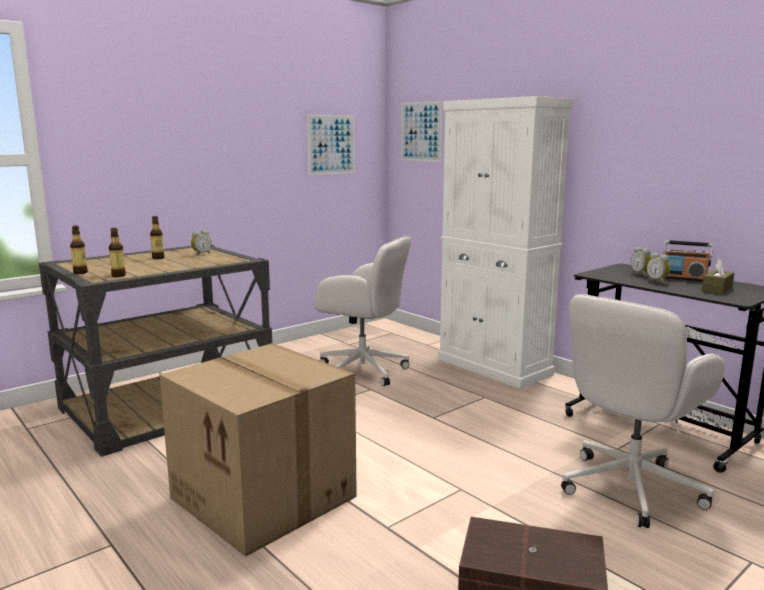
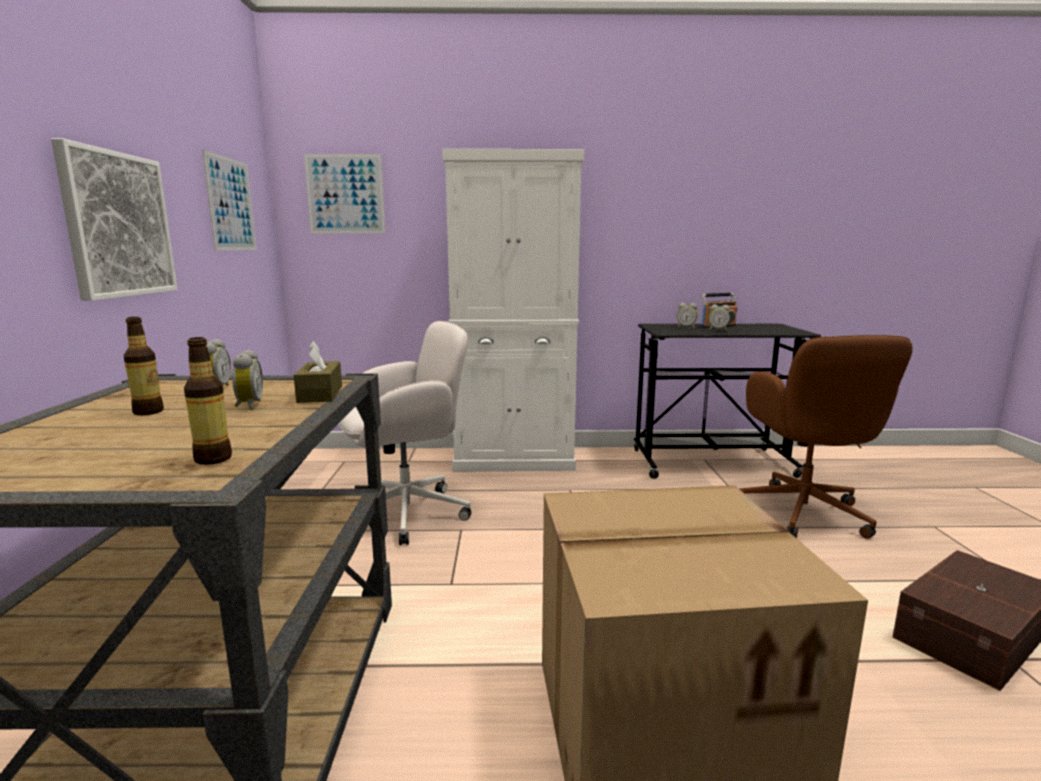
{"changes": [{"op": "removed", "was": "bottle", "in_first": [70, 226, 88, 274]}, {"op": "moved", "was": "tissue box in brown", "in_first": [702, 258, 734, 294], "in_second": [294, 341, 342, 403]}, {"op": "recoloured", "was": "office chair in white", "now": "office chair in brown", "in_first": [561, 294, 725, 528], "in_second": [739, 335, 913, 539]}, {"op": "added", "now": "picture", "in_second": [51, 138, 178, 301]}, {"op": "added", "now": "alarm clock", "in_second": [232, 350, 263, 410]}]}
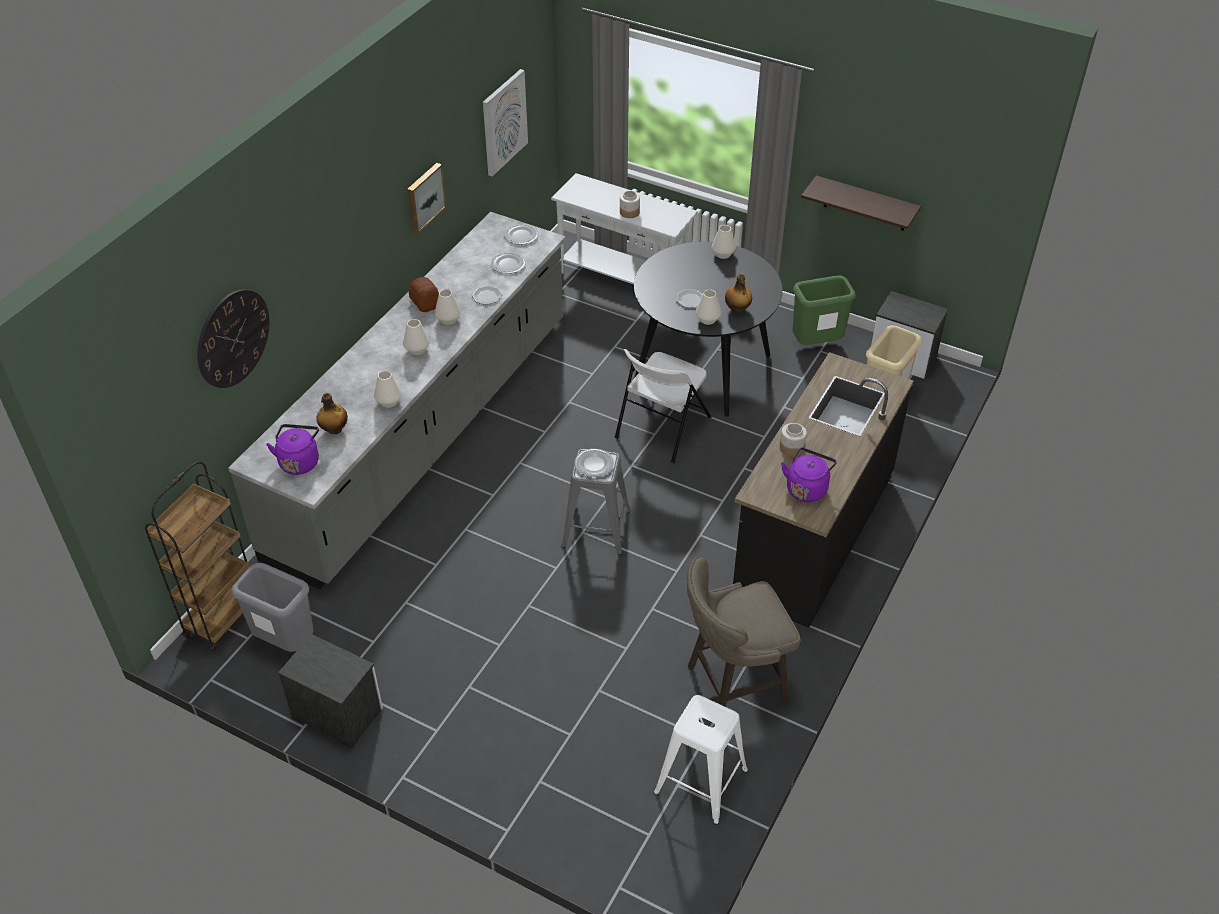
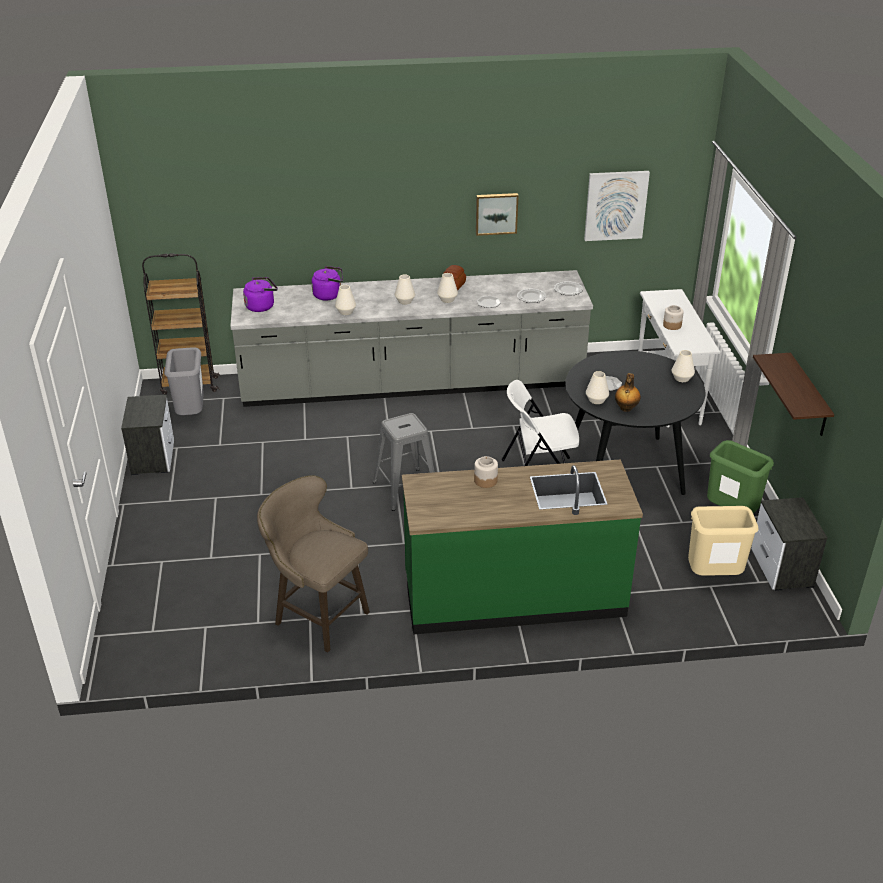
{"changes": [{"op": "removed", "was": "wall clock", "in_first": [197, 289, 270, 388]}, {"op": "recoloured", "was": "counter in black", "now": "counter in green", "in_first": [733, 352, 913, 628], "in_second": [402, 459, 643, 634]}, {"op": "removed", "was": "bottle", "in_first": [316, 393, 348, 434]}, {"op": "moved", "was": "kettle in purple", "in_first": [781, 448, 837, 502], "in_second": [312, 266, 343, 301]}, {"op": "removed", "was": "plate", "in_first": [575, 449, 614, 477]}, {"op": "removed", "was": "stool in white", "in_first": [654, 695, 748, 825]}]}
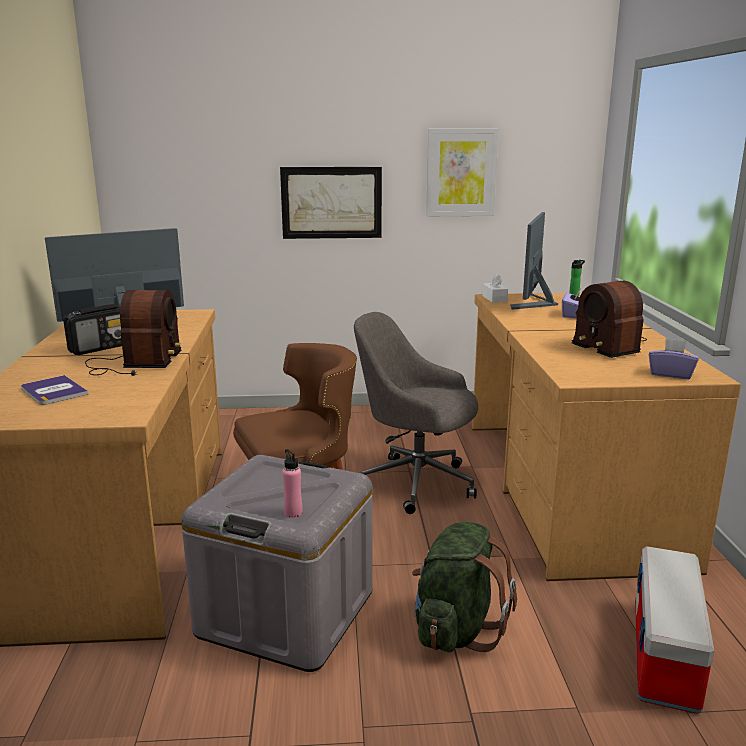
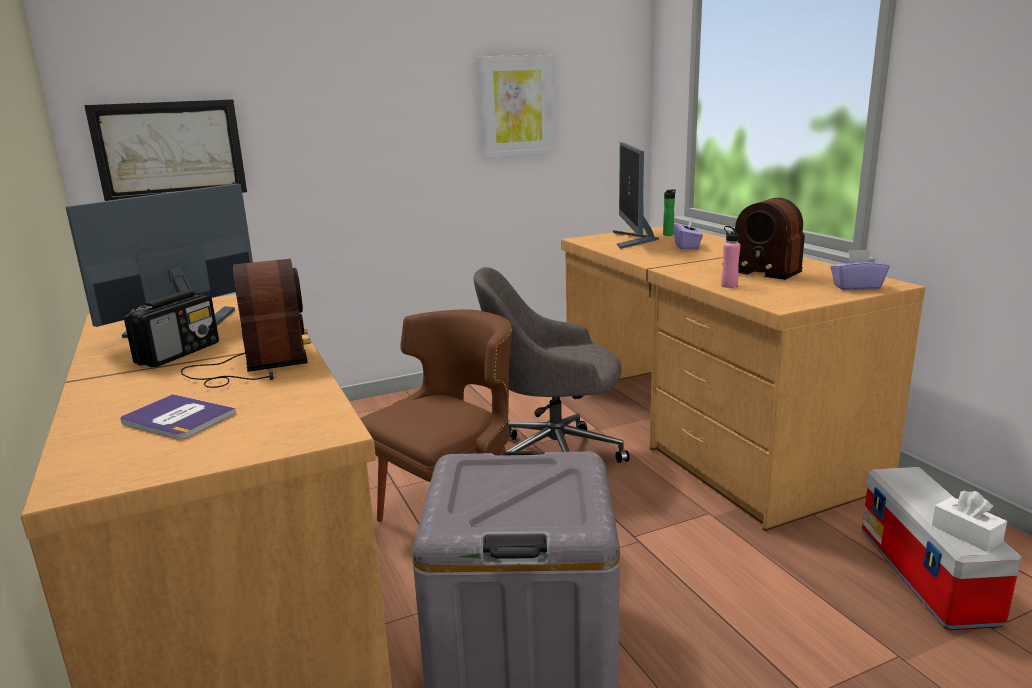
{"changes": [{"op": "moved", "was": "picture", "in_first": [280, 167, 382, 239], "in_second": [84, 99, 247, 201]}, {"op": "moved", "was": "tissue box in white", "in_first": [482, 273, 508, 303], "in_second": [932, 491, 1007, 551]}, {"op": "moved", "was": "bottle in pink", "in_first": [282, 449, 302, 518], "in_second": [721, 226, 740, 288]}, {"op": "removed", "was": "backpack in green", "in_first": [412, 522, 517, 653]}]}
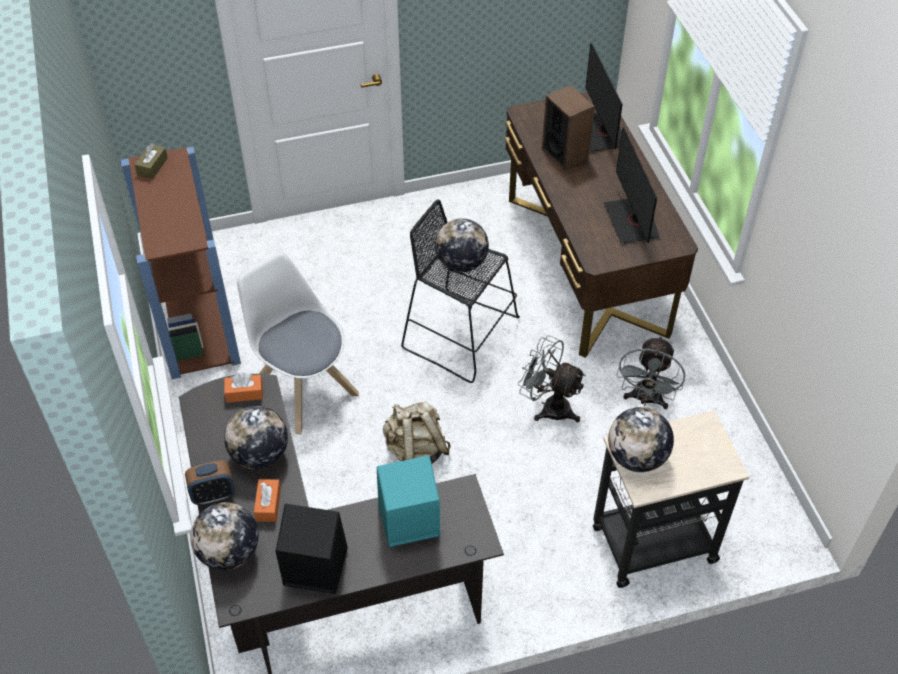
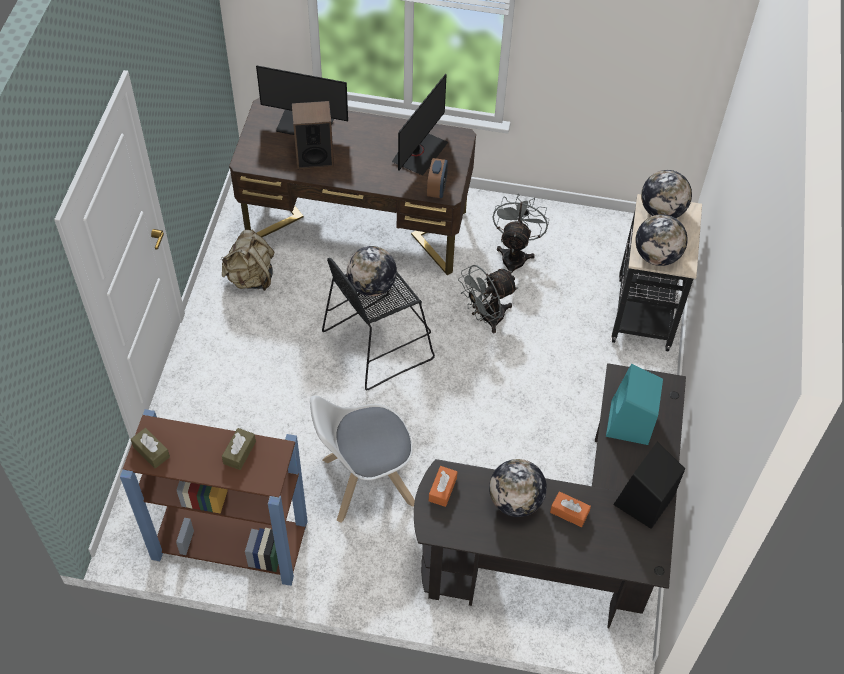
{"changes": [{"op": "turned", "was": "monitor", "in_first": [604, 127, 660, 244], "in_second": [392, 74, 448, 176], "clockwise": -75}, {"op": "turned", "was": "fan in grey", "in_first": [616, 336, 685, 409], "in_second": [492, 194, 549, 275], "clockwise": -120}, {"op": "moved", "was": "backpack in beige", "in_first": [383, 401, 451, 464], "in_second": [221, 230, 274, 291]}, {"op": "moved", "was": "alarm clock", "in_first": [185, 460, 235, 505], "in_second": [427, 158, 448, 198]}, {"op": "moved", "was": "globe", "in_first": [190, 502, 259, 570], "in_second": [641, 170, 692, 218]}, {"op": "added", "now": "tissue box in brown", "in_second": [222, 428, 256, 470]}]}
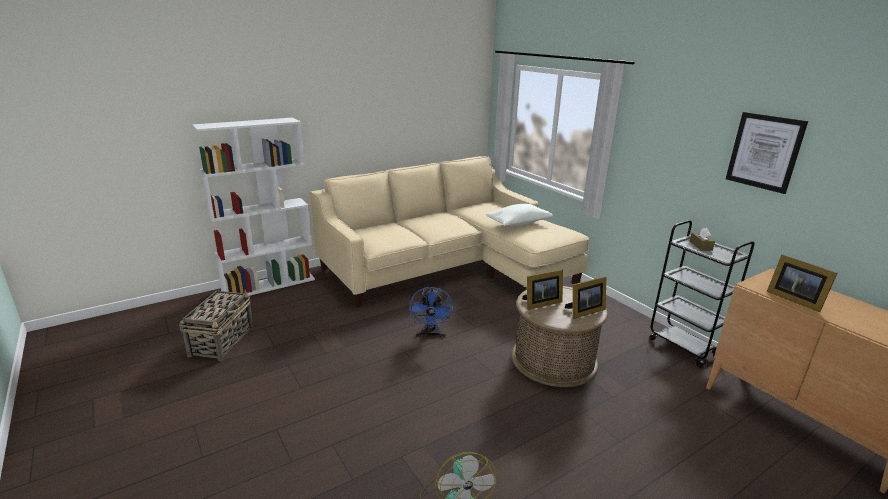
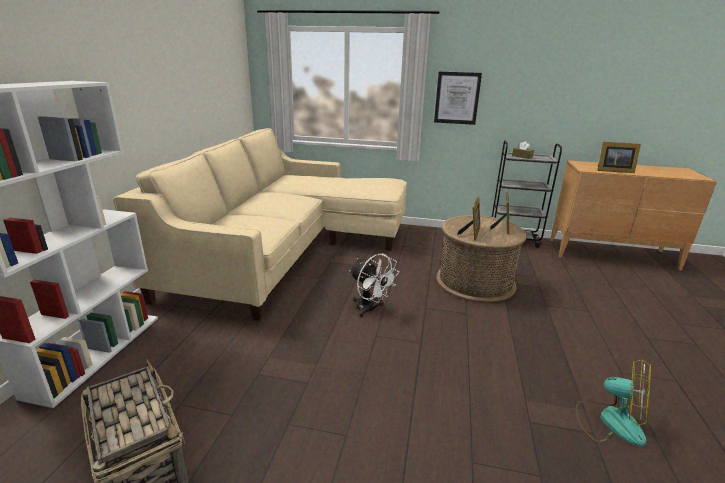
{"changes": [{"op": "moved", "was": "picture", "in_first": [726, 112, 808, 194], "in_second": [434, 72, 482, 125]}, {"op": "removed", "was": "pillow in white", "in_first": [486, 204, 553, 226]}, {"op": "recoloured", "was": "fan in blue", "now": "fan in white", "in_first": [409, 287, 453, 338], "in_second": [350, 254, 399, 317]}]}
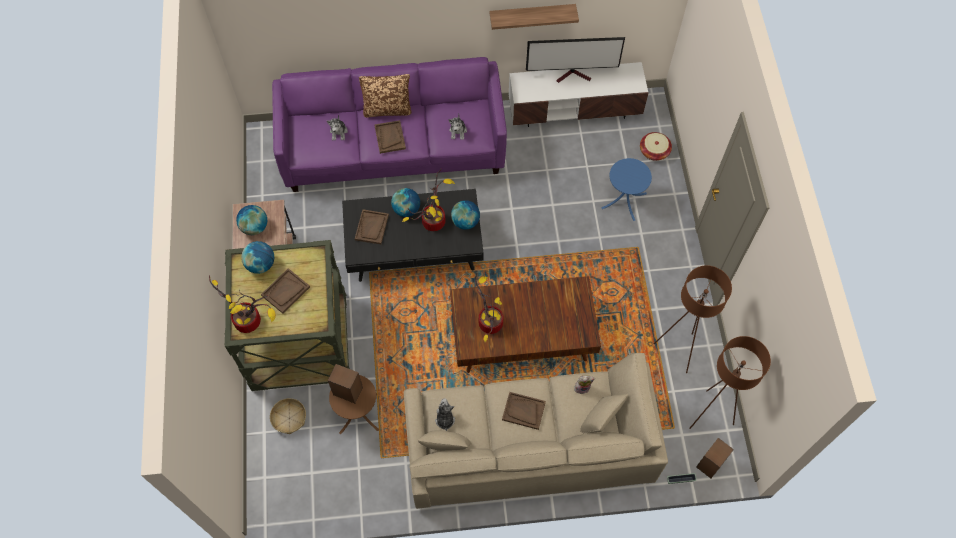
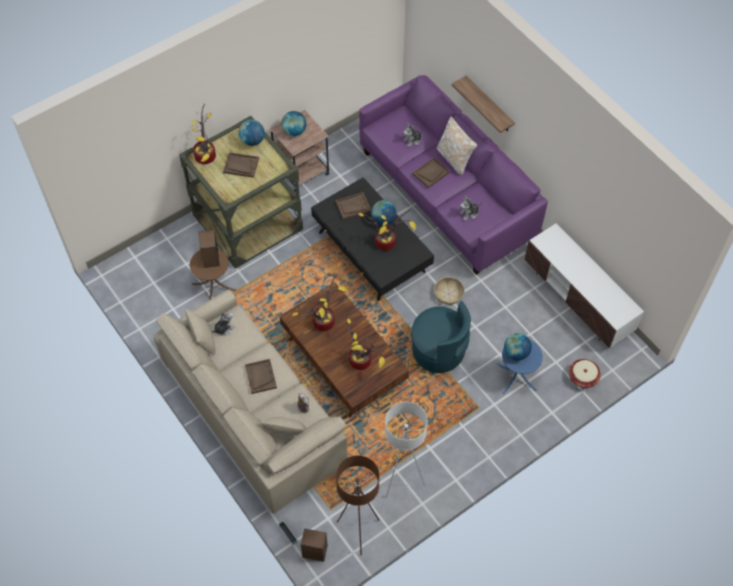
{"changes": [{"op": "moved", "was": "shelf", "in_first": [490, 4, 579, 30], "in_second": [452, 75, 515, 133]}, {"op": "removed", "was": "television", "in_first": [526, 37, 625, 83]}, {"op": "recoloured", "was": "pillow in brown", "now": "pillow in white", "in_first": [359, 74, 412, 118], "in_second": [437, 117, 477, 175]}, {"op": "moved", "was": "globe", "in_first": [451, 200, 480, 230], "in_second": [504, 333, 532, 360]}, {"op": "recoloured", "was": "floor lamp in brown", "now": "floor lamp in white", "in_first": [654, 265, 732, 373], "in_second": [385, 402, 428, 498]}, {"op": "moved", "was": "basket", "in_first": [270, 398, 306, 434], "in_second": [434, 277, 464, 306]}, {"op": "added", "now": "armchair in turquoise", "in_second": [411, 300, 471, 373]}, {"op": "added", "now": "potted plant", "in_second": [346, 314, 385, 370]}]}
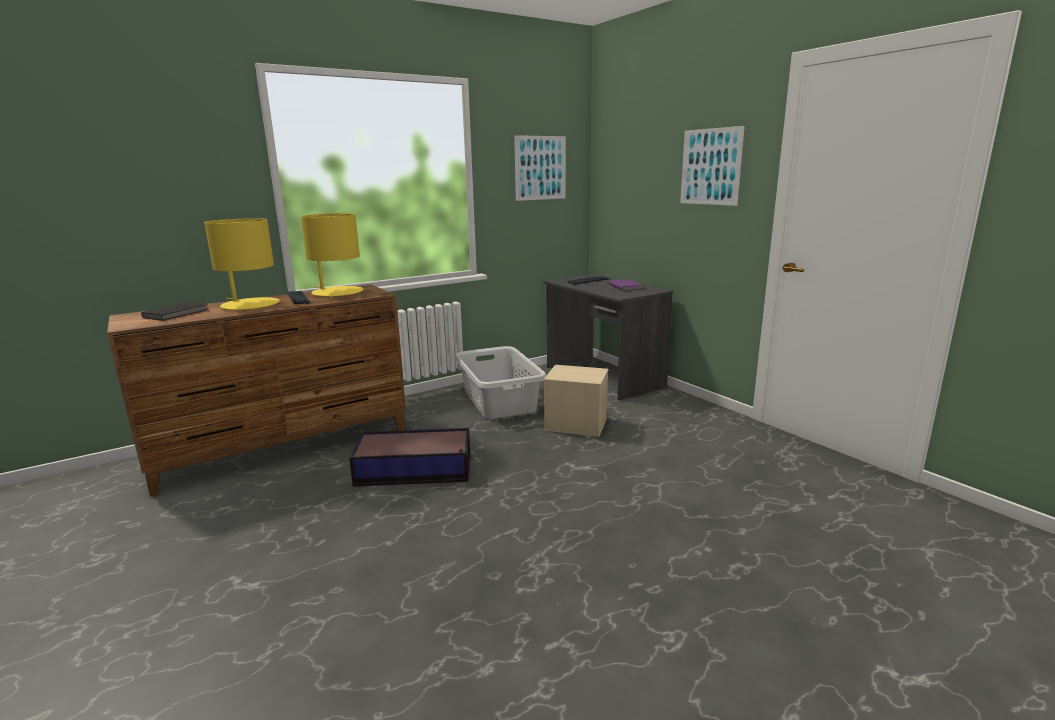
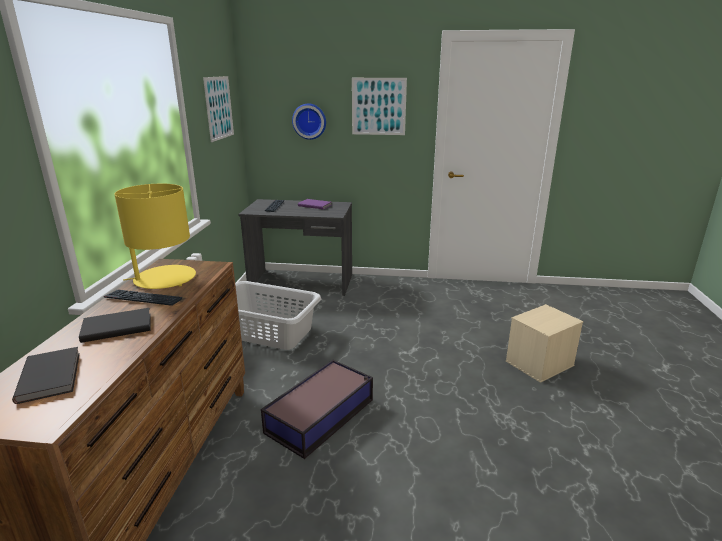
{"changes": [{"op": "replaced", "was": "table lamp in yellow", "now": "book in black", "in_first": [204, 218, 280, 312], "in_second": [79, 308, 151, 343]}, {"op": "moved", "was": "storage box in beige", "in_first": [544, 365, 609, 437], "in_second": [506, 304, 583, 383]}, {"op": "added", "now": "wall clock", "in_second": [292, 103, 326, 140]}]}
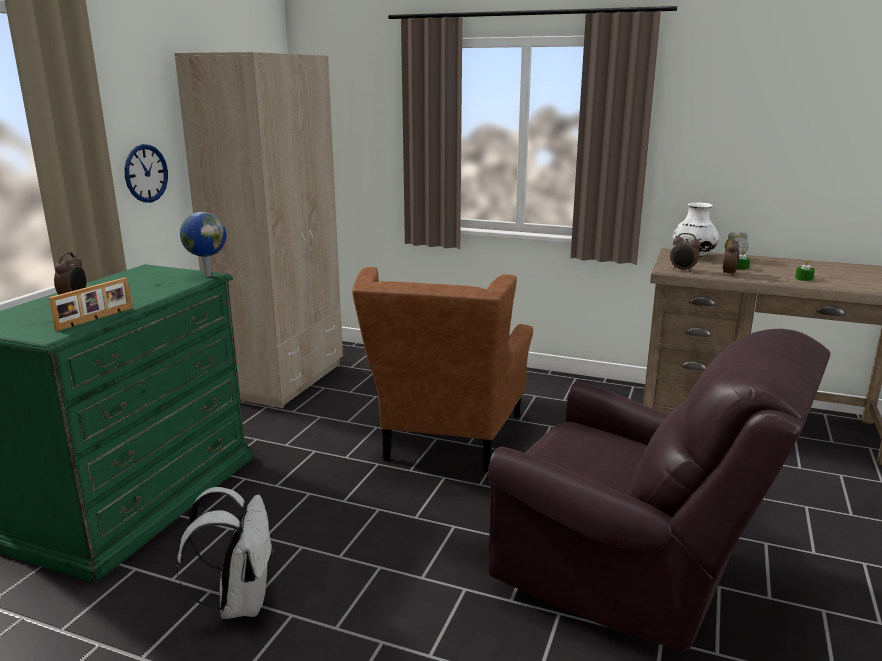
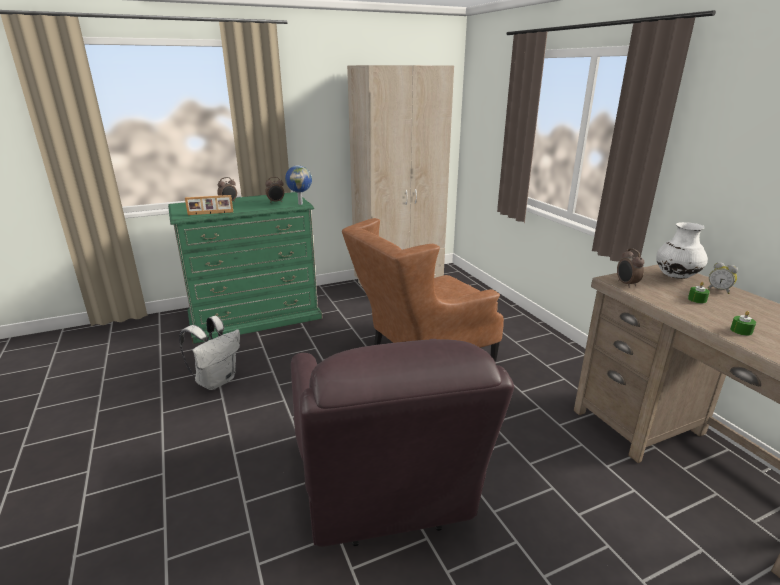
{"changes": [{"op": "removed", "was": "wall clock", "in_first": [125, 144, 168, 202]}, {"op": "moved", "was": "alarm clock", "in_first": [722, 236, 739, 276], "in_second": [265, 177, 284, 203]}]}
